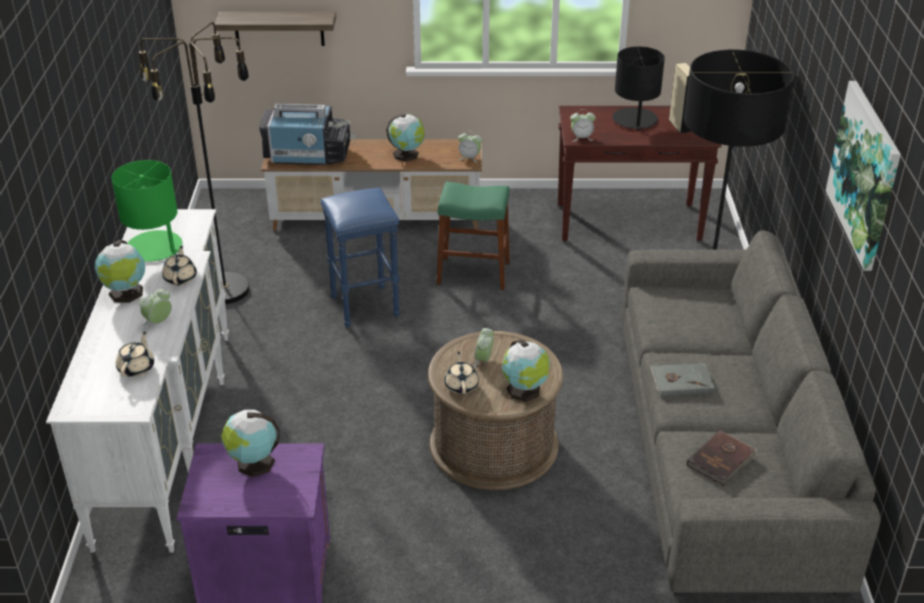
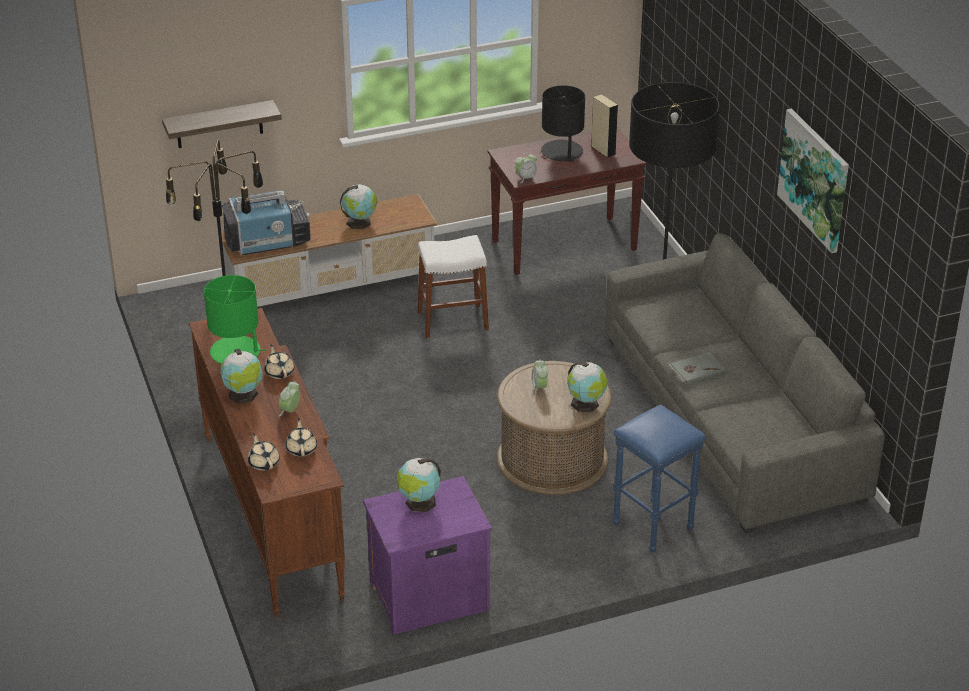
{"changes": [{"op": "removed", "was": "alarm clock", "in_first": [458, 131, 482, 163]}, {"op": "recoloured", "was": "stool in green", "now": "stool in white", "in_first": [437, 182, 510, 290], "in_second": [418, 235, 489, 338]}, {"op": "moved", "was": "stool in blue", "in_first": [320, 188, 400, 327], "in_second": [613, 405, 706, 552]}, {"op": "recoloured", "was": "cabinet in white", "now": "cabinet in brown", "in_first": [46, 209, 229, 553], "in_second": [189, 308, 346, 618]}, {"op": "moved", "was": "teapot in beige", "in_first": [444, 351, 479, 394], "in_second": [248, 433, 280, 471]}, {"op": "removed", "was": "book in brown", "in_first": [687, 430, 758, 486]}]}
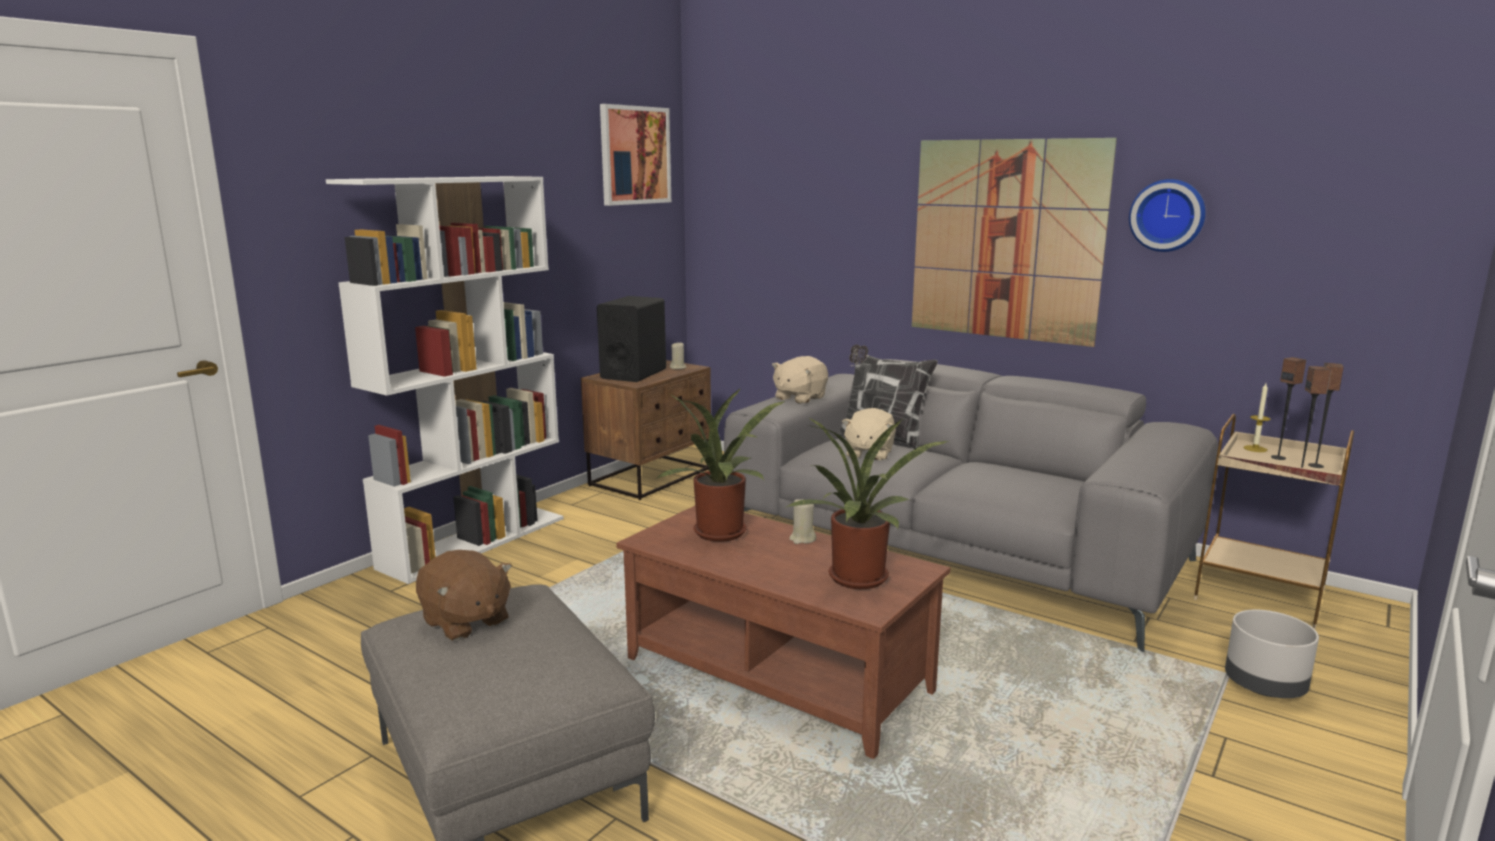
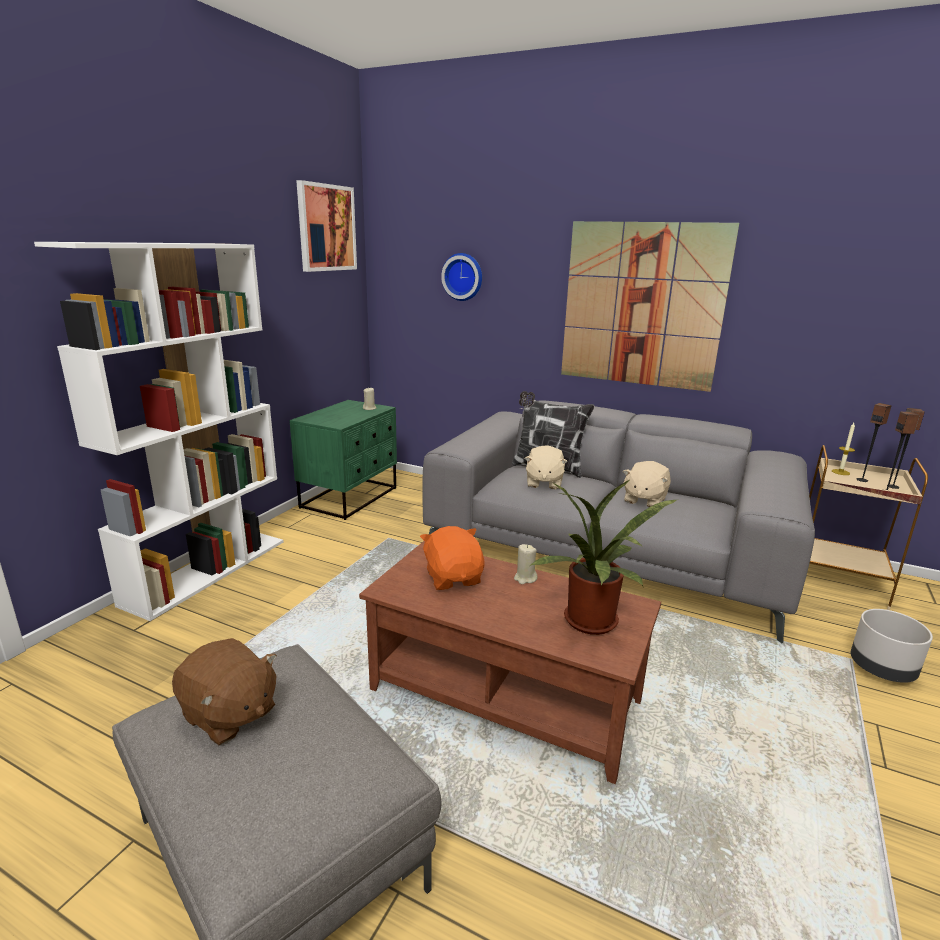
{"changes": [{"op": "moved", "was": "wall clock", "in_first": [1129, 179, 1205, 252], "in_second": [441, 253, 482, 301]}, {"op": "removed", "was": "speaker in black", "in_first": [597, 296, 666, 382]}, {"op": "moved", "was": "plush toy in beige", "in_first": [772, 356, 828, 404], "in_second": [623, 461, 671, 507]}, {"op": "recoloured", "was": "nightstand in brown", "now": "nightstand in green", "in_first": [581, 360, 711, 500], "in_second": [290, 400, 397, 520]}, {"op": "replaced", "was": "potted plant", "now": "plush toy in orange", "in_first": [655, 388, 785, 542], "in_second": [420, 526, 485, 590]}]}
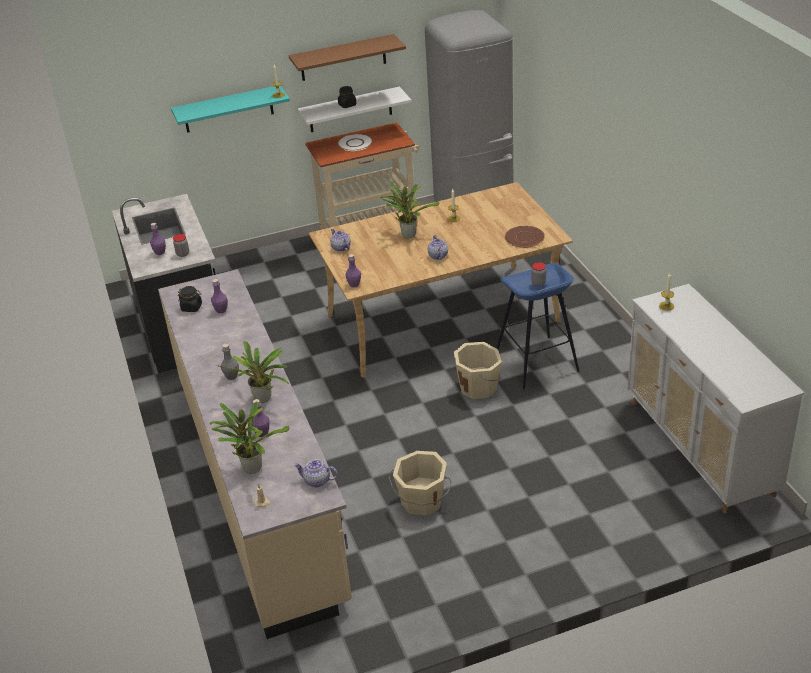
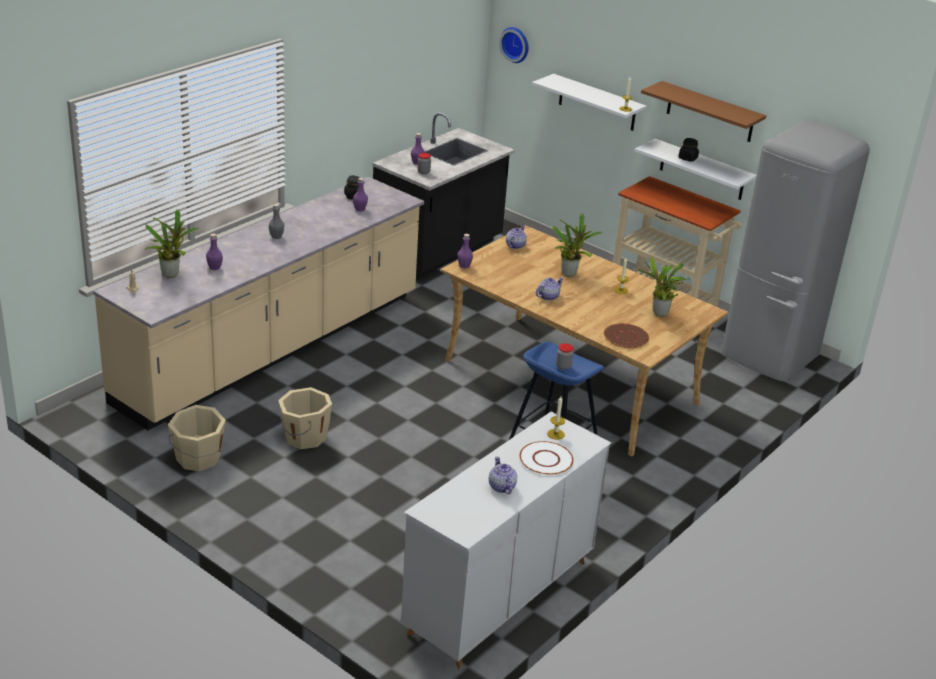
{"changes": [{"op": "recoloured", "was": "shelf in turquoise", "now": "shelf in white", "in_first": [171, 86, 290, 133], "in_second": [532, 74, 647, 131]}, {"op": "moved", "was": "plate in white", "in_first": [337, 134, 373, 151], "in_second": [519, 441, 574, 475]}, {"op": "moved", "was": "potted plant", "in_first": [217, 341, 289, 403], "in_second": [638, 258, 691, 316]}, {"op": "moved", "was": "bucket in beige", "in_first": [454, 342, 502, 399], "in_second": [168, 405, 229, 471]}, {"op": "moved", "was": "teapot", "in_first": [294, 459, 338, 487], "in_second": [489, 457, 517, 494]}, {"op": "added", "now": "wall clock", "in_second": [499, 27, 528, 63]}]}
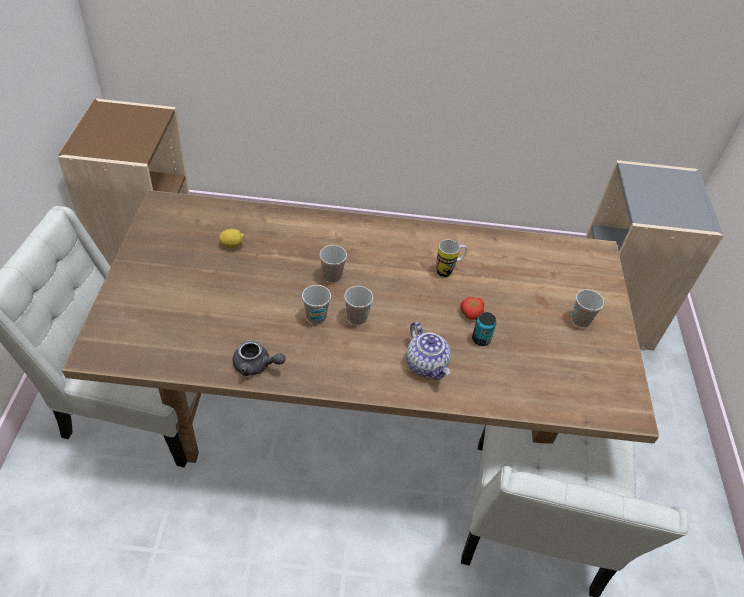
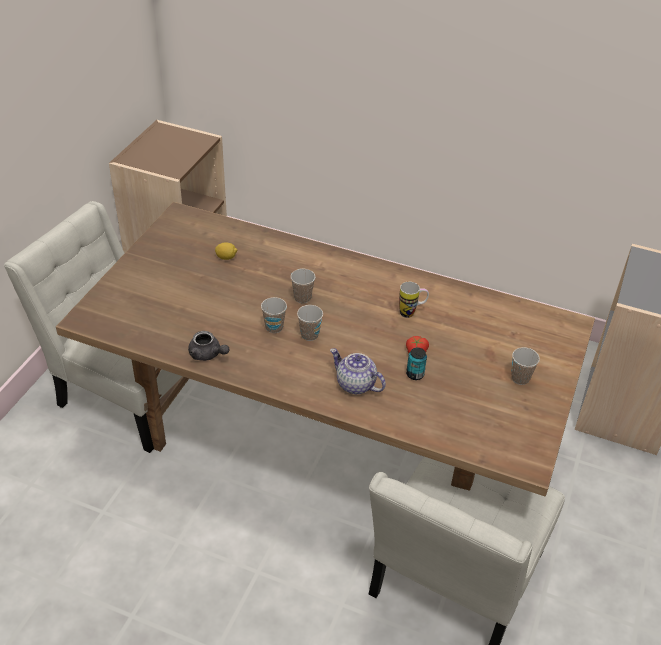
{"changes": [{"op": "turned", "was": "teapot", "in_first": [406, 322, 451, 380], "in_second": [330, 348, 386, 394], "clockwise": 135}]}
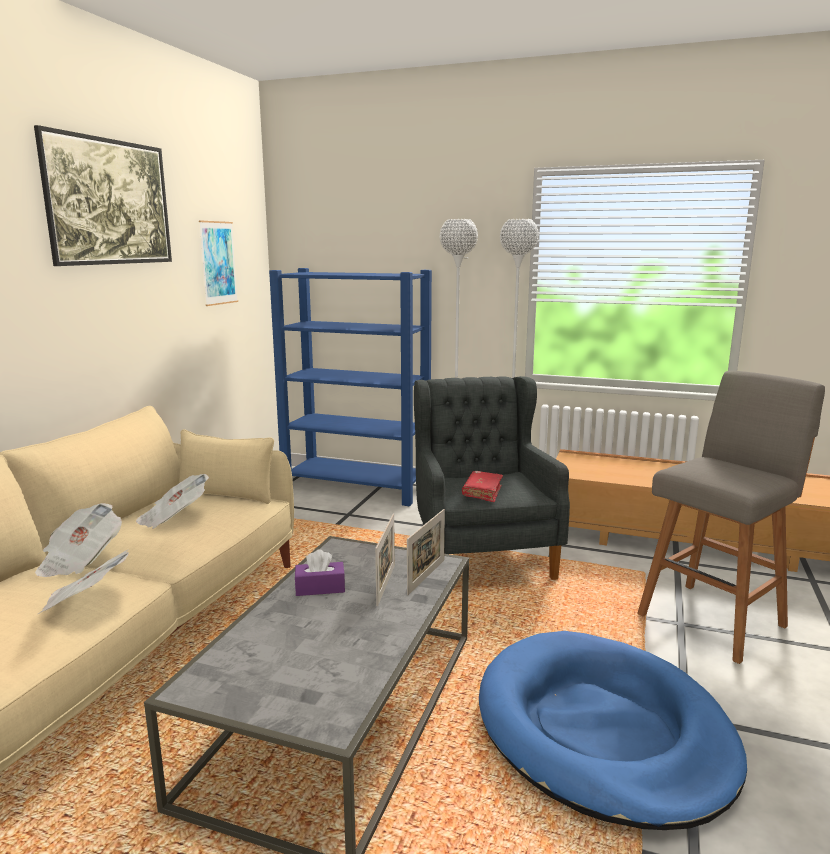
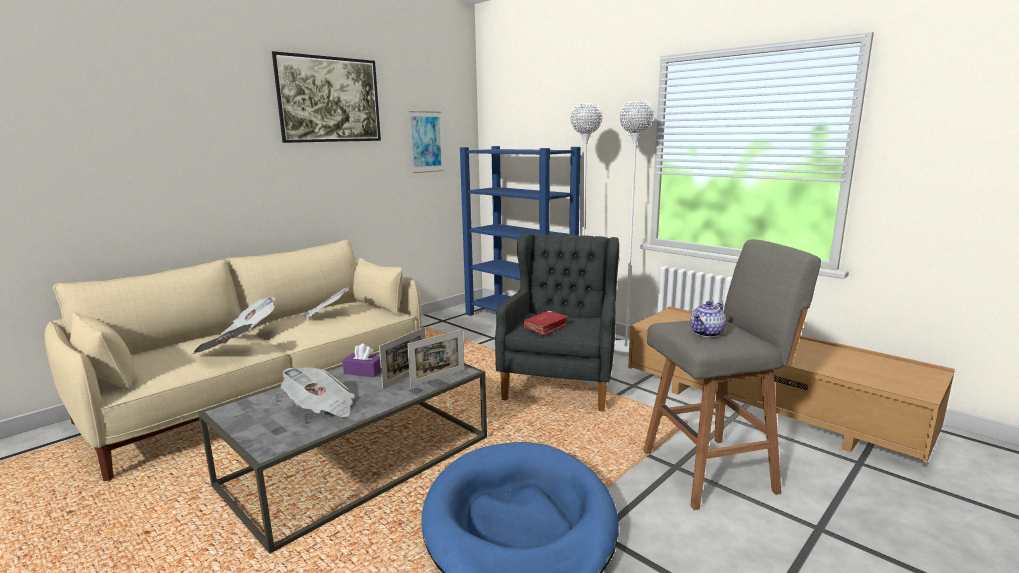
{"changes": [{"op": "added", "now": "teapot", "in_second": [690, 301, 726, 337]}, {"op": "added", "now": "newspaper", "in_second": [281, 367, 354, 417]}]}
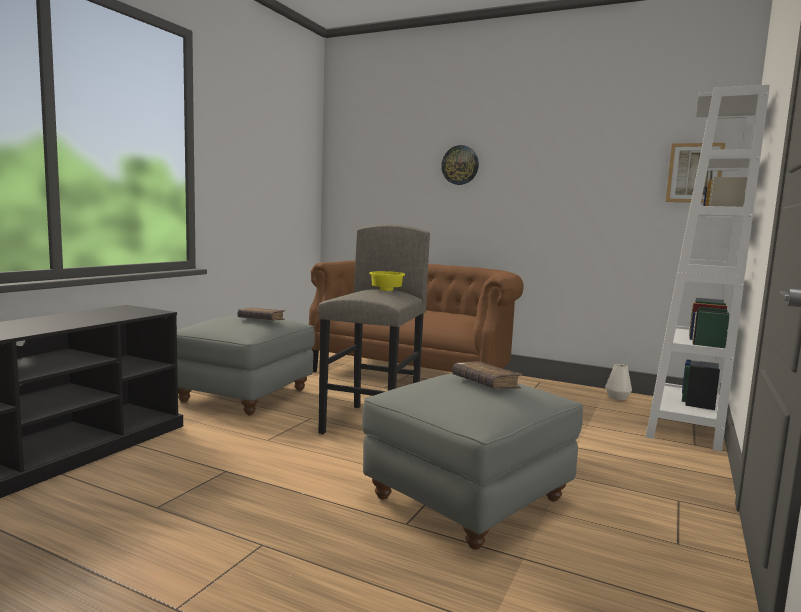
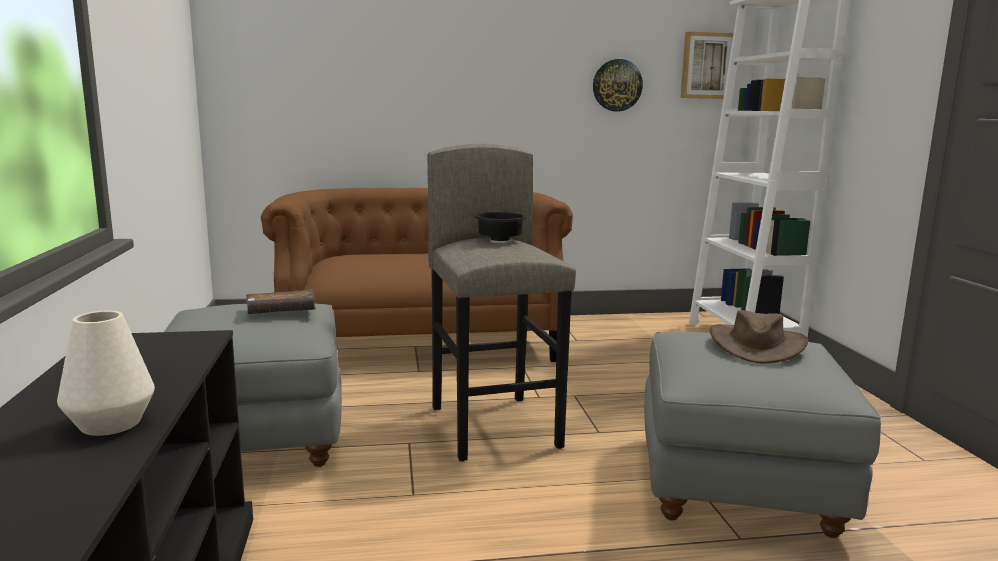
{"changes": [{"op": "moved", "was": "wall clock", "in_first": [441, 145, 479, 185], "in_second": [593, 59, 643, 111]}, {"op": "recoloured", "was": "bowl in yellow", "now": "bowl in black", "in_first": [369, 271, 405, 291], "in_second": [475, 212, 526, 241]}, {"op": "replaced", "was": "book in brown", "now": "hat in brown", "in_first": [452, 361, 522, 389], "in_second": [710, 310, 808, 364]}, {"op": "moved", "was": "vase in white", "in_first": [605, 364, 632, 400], "in_second": [57, 311, 155, 436]}]}
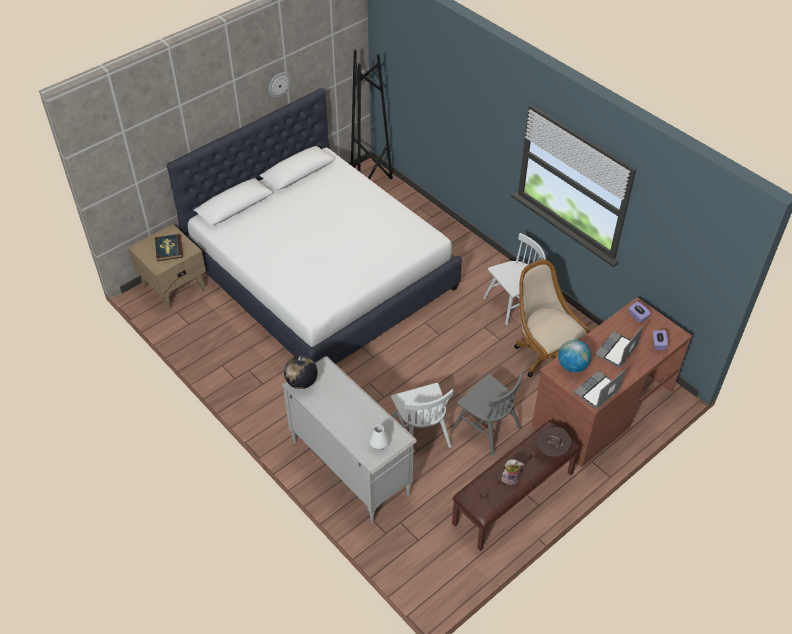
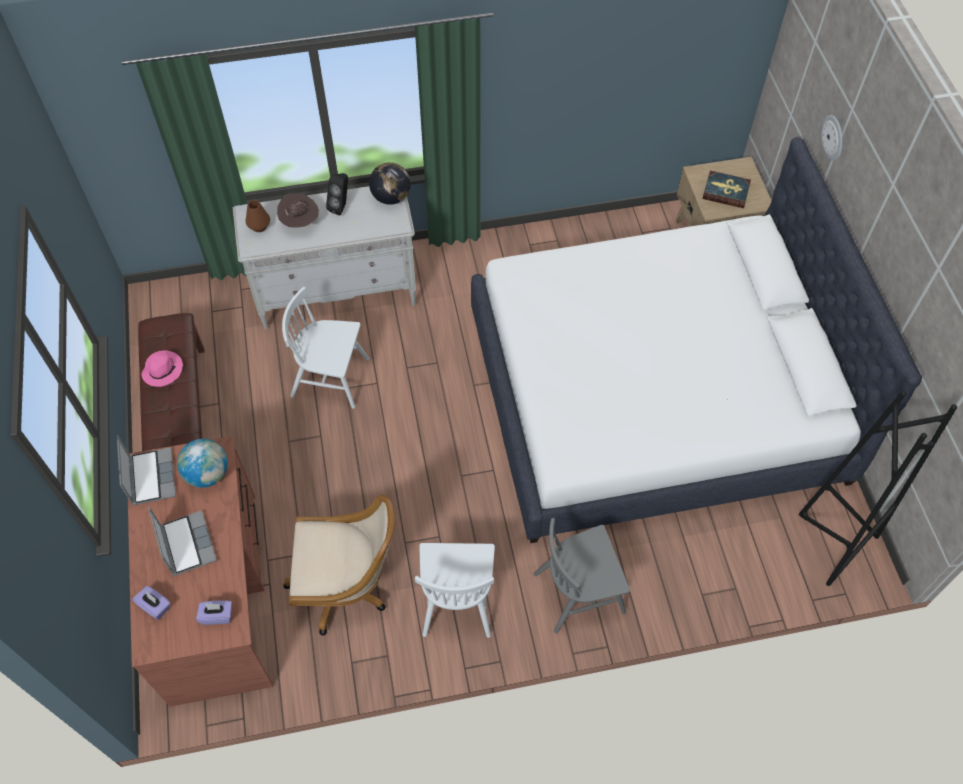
{"changes": [{"op": "moved", "was": "wall clock", "in_first": [269, 72, 291, 98], "in_second": [821, 115, 843, 161]}, {"op": "moved", "was": "chair in grey", "in_first": [453, 372, 523, 455], "in_second": [533, 518, 630, 633]}, {"op": "recoloured", "was": "vase in white", "now": "vase in brown", "in_first": [369, 425, 389, 450], "in_second": [246, 200, 270, 232]}, {"op": "moved", "was": "hat in brown", "in_first": [537, 427, 571, 456], "in_second": [277, 193, 319, 228]}, {"op": "replaced", "was": "plush toy", "now": "hat in pink", "in_first": [501, 459, 524, 485], "in_second": [141, 350, 183, 387]}, {"op": "added", "now": "speaker in black", "in_second": [326, 173, 348, 216]}]}
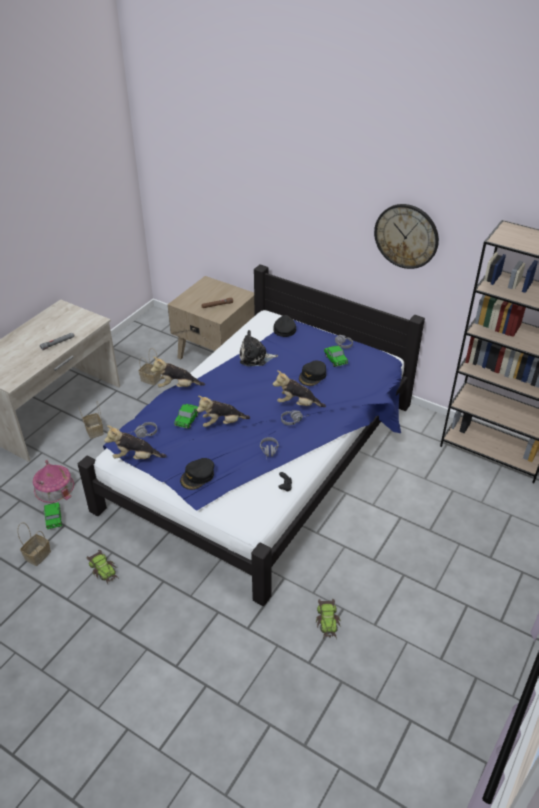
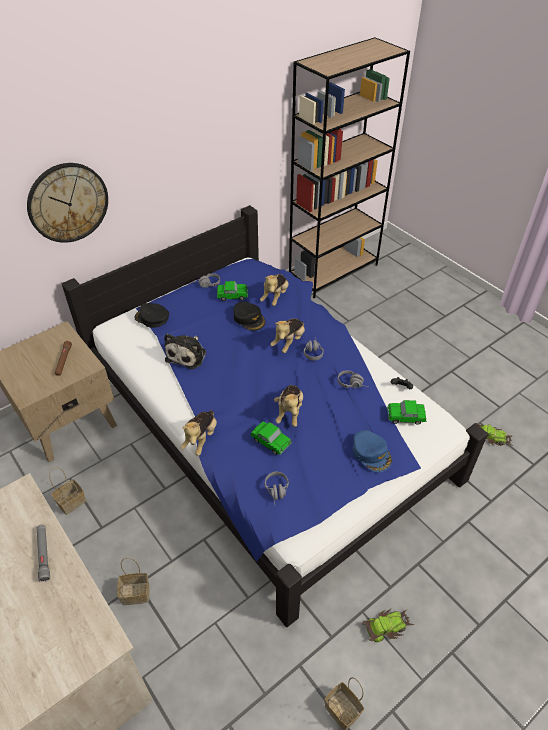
{"changes": [{"op": "moved", "was": "wall clock", "in_first": [374, 204, 439, 269], "in_second": [27, 163, 108, 243]}, {"op": "moved", "was": "plush toy", "in_first": [104, 425, 167, 459], "in_second": [260, 274, 289, 306]}, {"op": "recoloured", "was": "cap in black", "now": "cap in blue", "in_first": [180, 458, 214, 490], "in_second": [353, 430, 392, 472]}, {"op": "removed", "was": "toy house", "in_first": [32, 460, 74, 503]}, {"op": "moved", "was": "toy car", "in_first": [44, 502, 62, 529], "in_second": [387, 400, 426, 425]}]}
